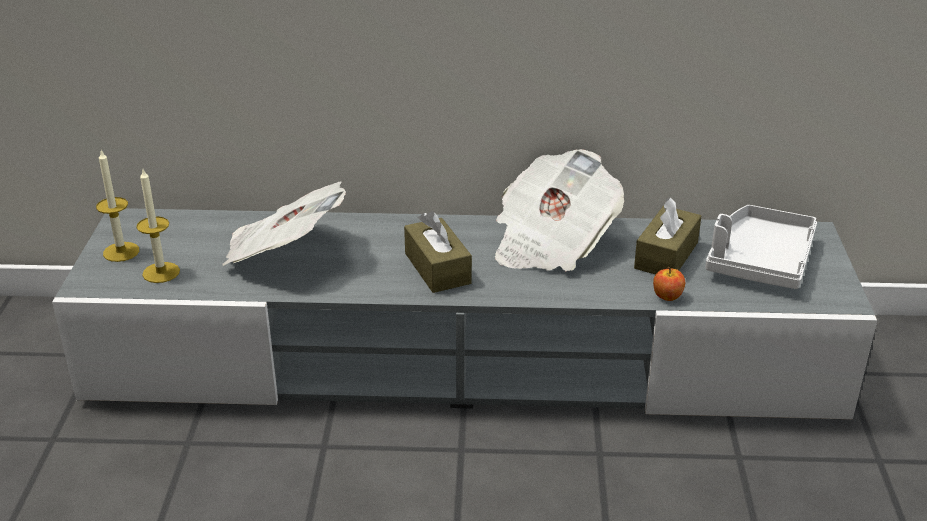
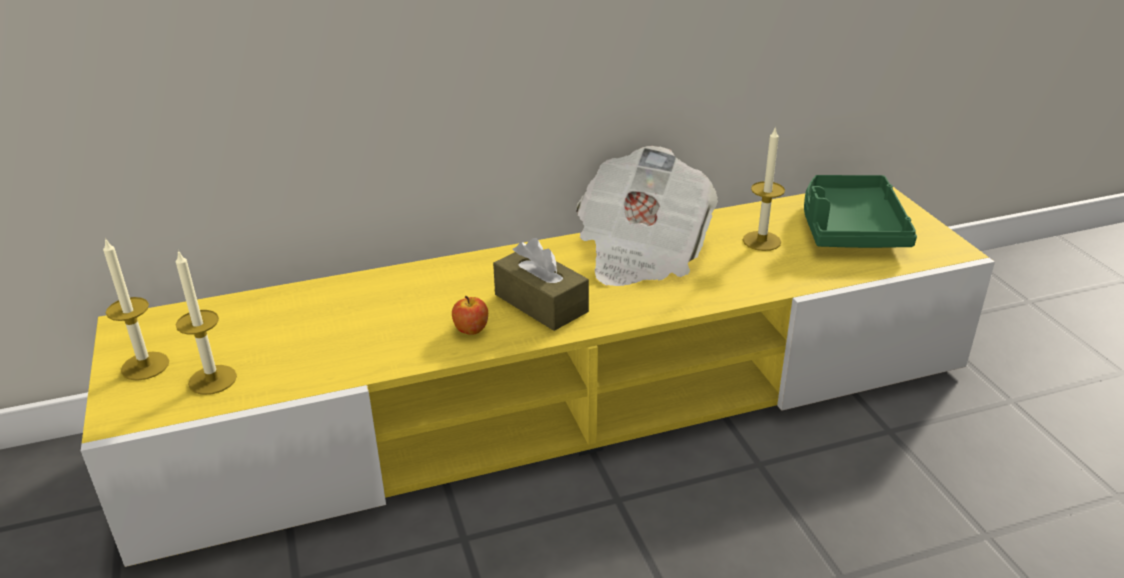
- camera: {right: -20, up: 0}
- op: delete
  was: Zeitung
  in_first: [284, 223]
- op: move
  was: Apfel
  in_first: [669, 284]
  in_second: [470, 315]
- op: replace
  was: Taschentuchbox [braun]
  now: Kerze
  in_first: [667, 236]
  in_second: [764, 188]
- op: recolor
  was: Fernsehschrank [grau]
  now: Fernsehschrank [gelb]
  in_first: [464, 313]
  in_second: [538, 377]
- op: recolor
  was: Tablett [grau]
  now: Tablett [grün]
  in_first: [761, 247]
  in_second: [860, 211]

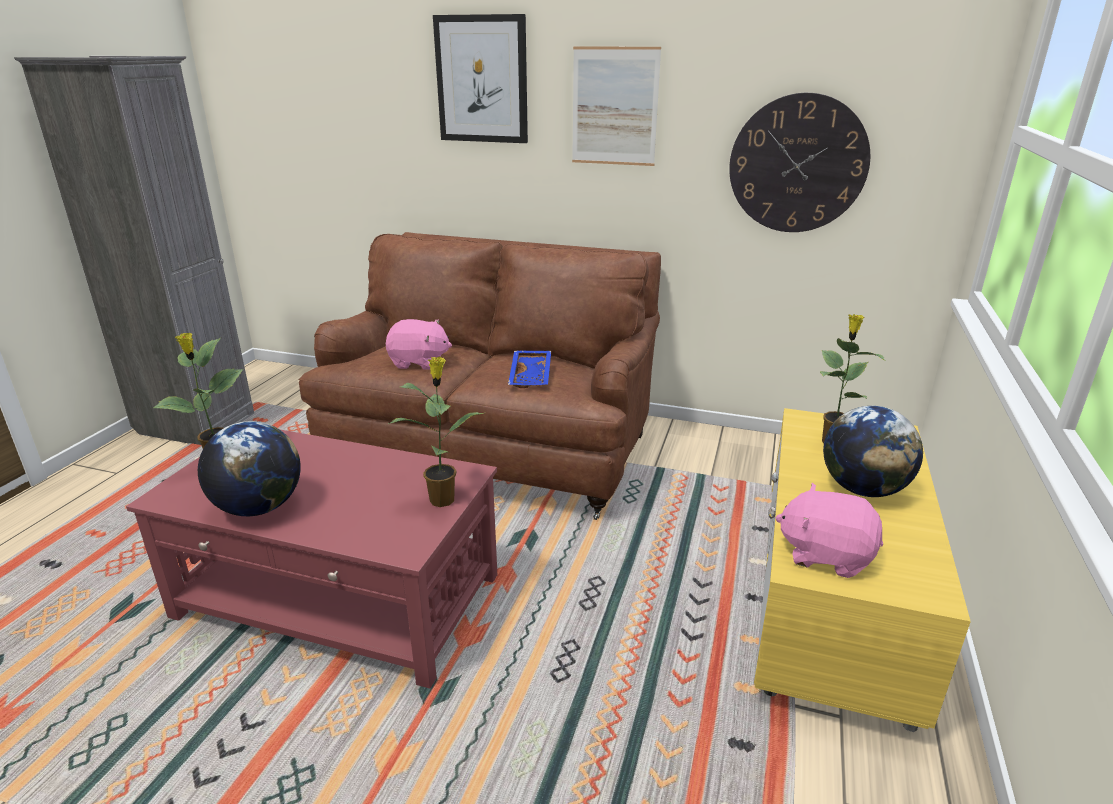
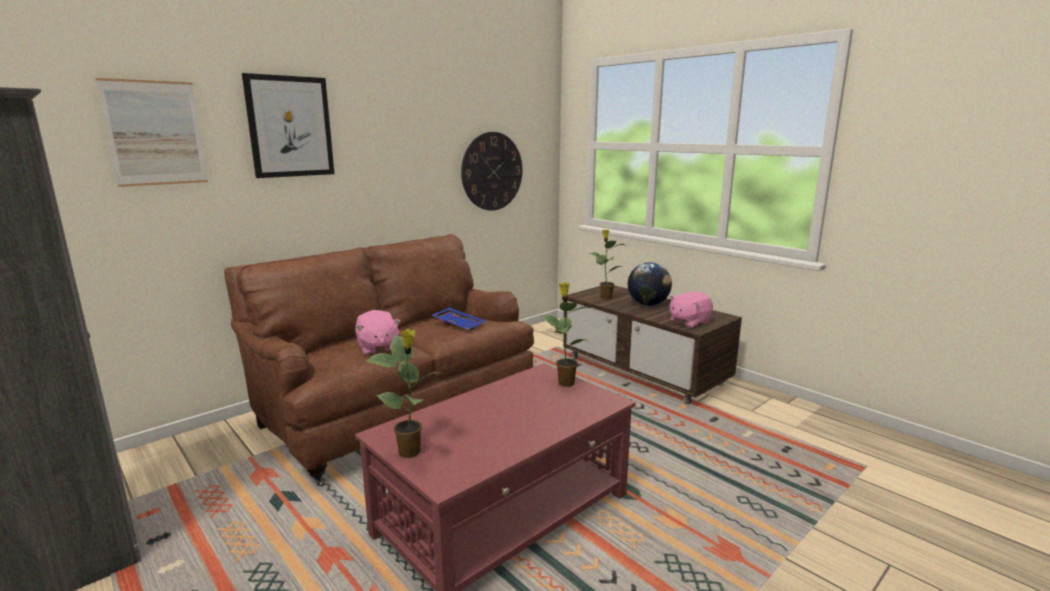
- camera: {right: -60, up: -10}
- op: delete
  was: Globus
  in_first: [249, 468]
- op: move
  was: Bild
  in_first: [616, 106]
  in_second: [152, 132]
- op: recolor
  was: Fernsehschrank [gelb]
  now: Fernsehschrank [braun]
  in_first: [862, 570]
  in_second: [652, 344]
- op: rotate
  was: Plüschtier [rosa]
  in_first: [419, 344]
  in_second: [378, 333]
  clockwise: 120

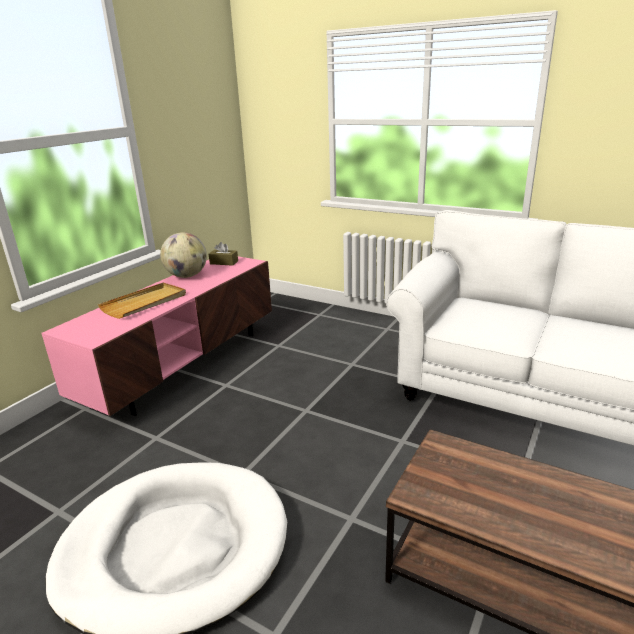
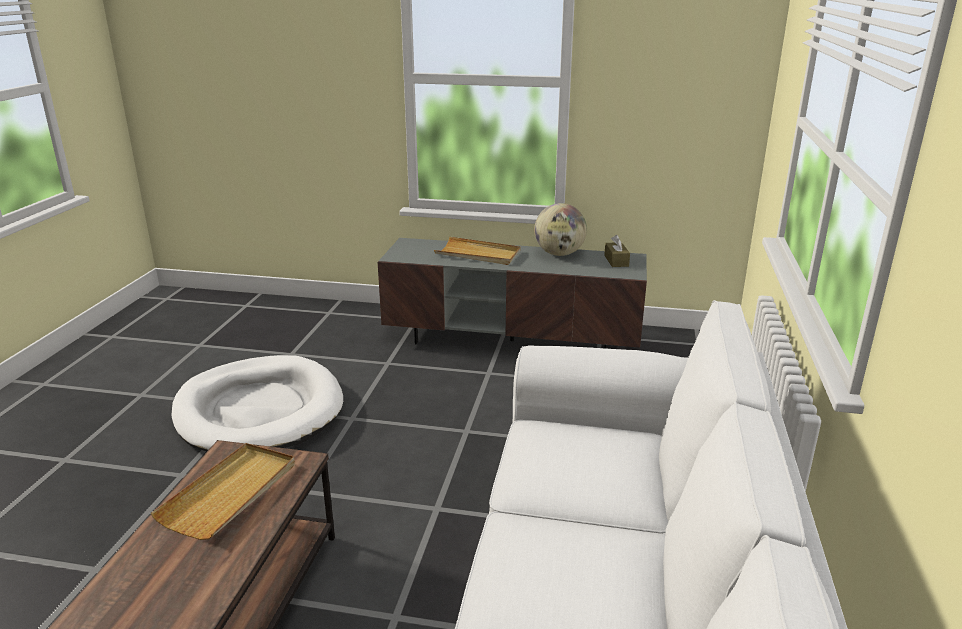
- camera: {right: 70, up: 0}
- op: insert
  now: Tablett [beige]
  in_second: [223, 491]
- op: recolor
  was: Fernsehschrank [rosa]
  now: Fernsehschrank [grau]
  in_first: [156, 336]
  in_second: [512, 293]

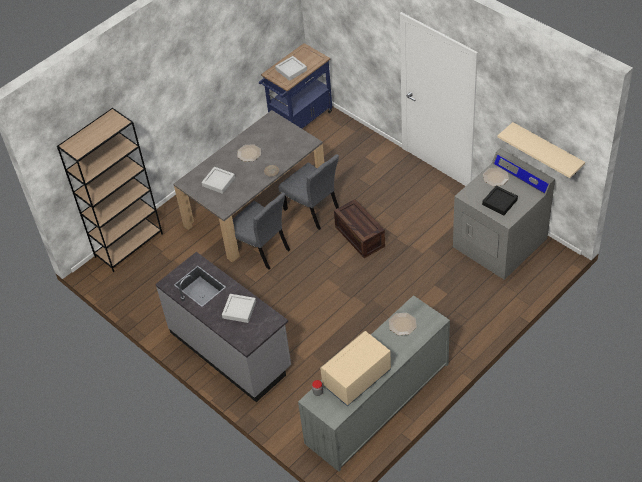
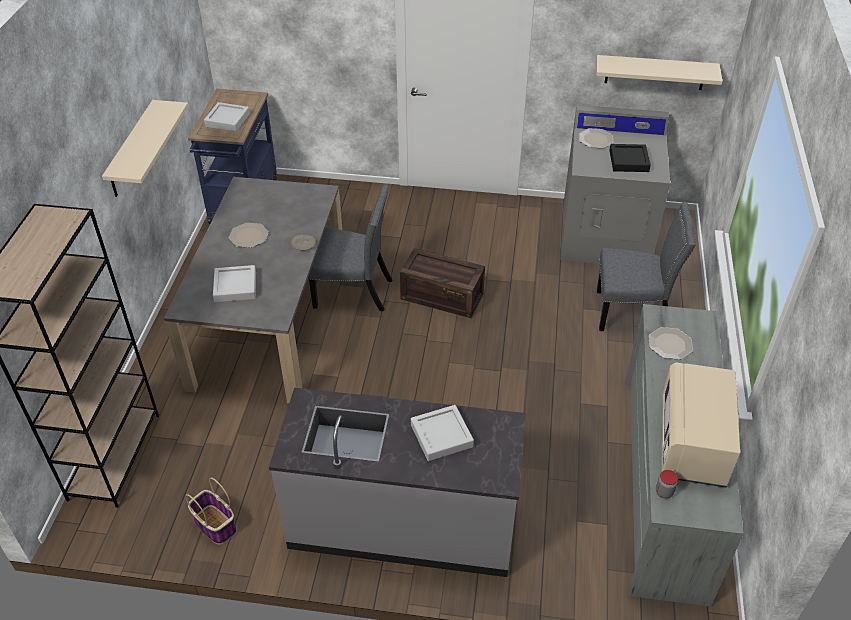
- camera: {right: -40, up: -5}
- op: insert
  now: Wandregal [beige]
  in_second: [145, 148]
- op: insert
  now: Korb
  in_second: [211, 511]
- op: move
  was: Stuhl [grau]
  in_first: [261, 230]
  in_second: [646, 266]

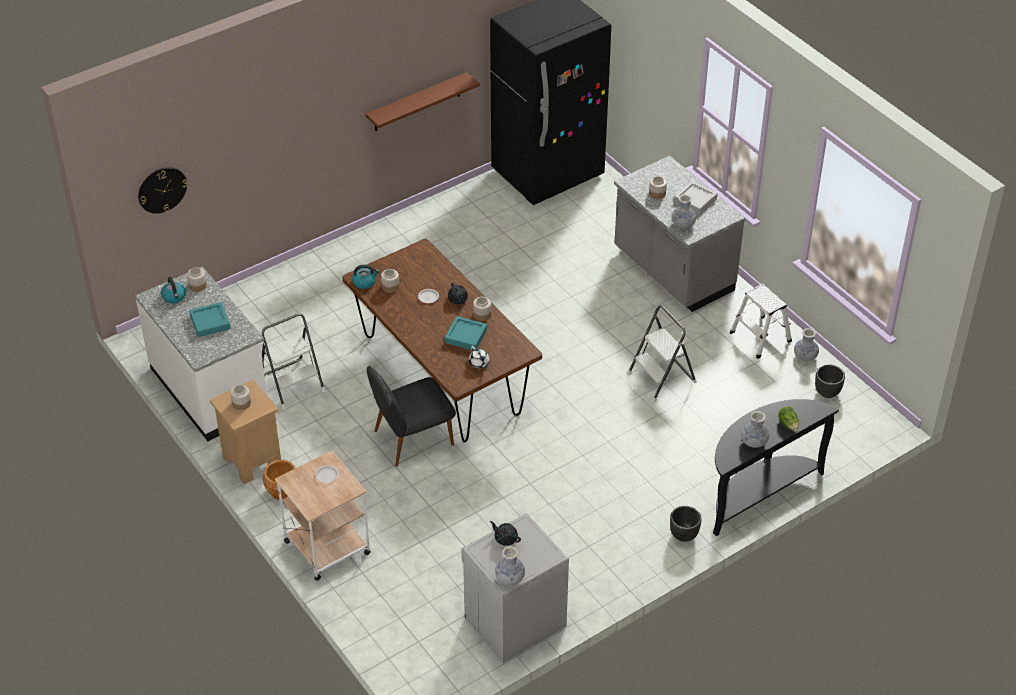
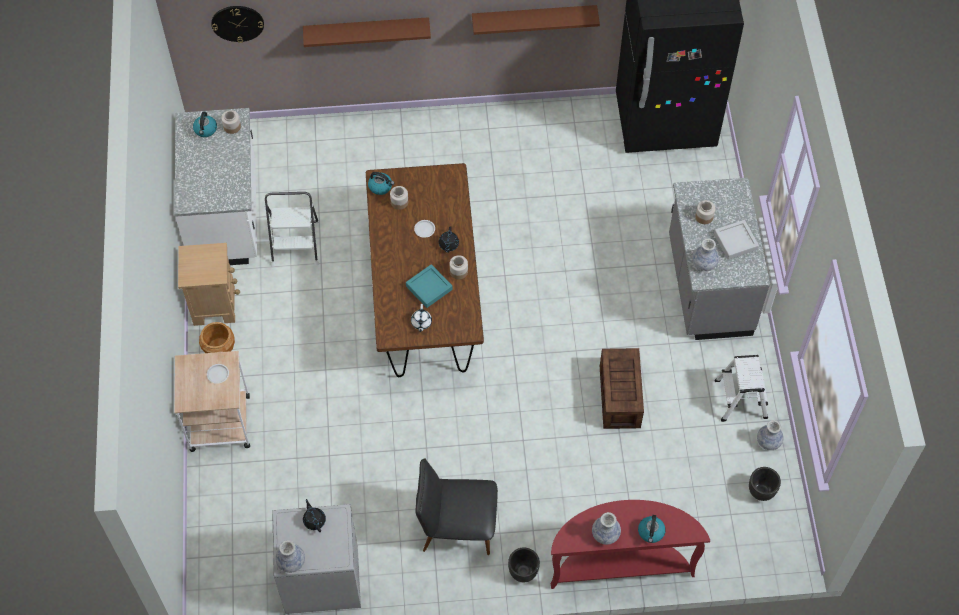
- camera: {right: 30, up: 15}
- op: delete
  was: Tablett [türkis]
  in_first: [210, 319]
- op: delete
  was: Vorratsglas
  in_first: [241, 397]
- op: insert
  now: Wandregal [braun]
  in_second: [367, 32]
- op: move
  was: Stuhl [schwarz]
  in_first: [411, 416]
  in_second: [456, 506]
- op: replace
  was: Trittleiter [weiß]
  now: Kiste
  in_first: [661, 354]
  in_second: [622, 388]
- op: replace
  was: Salatkopf
  now: Wasserkessel
  in_first: [788, 419]
  in_second: [652, 529]
- op: recolor
  was: Konsolentisch [schwarz]
  now: Konsolentisch [rot]
  in_first: [776, 467]
  in_second: [630, 544]

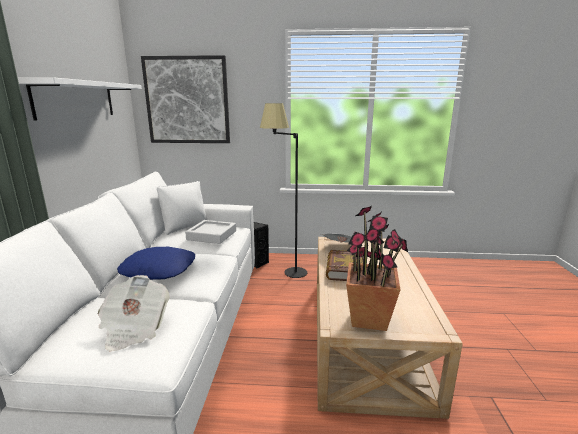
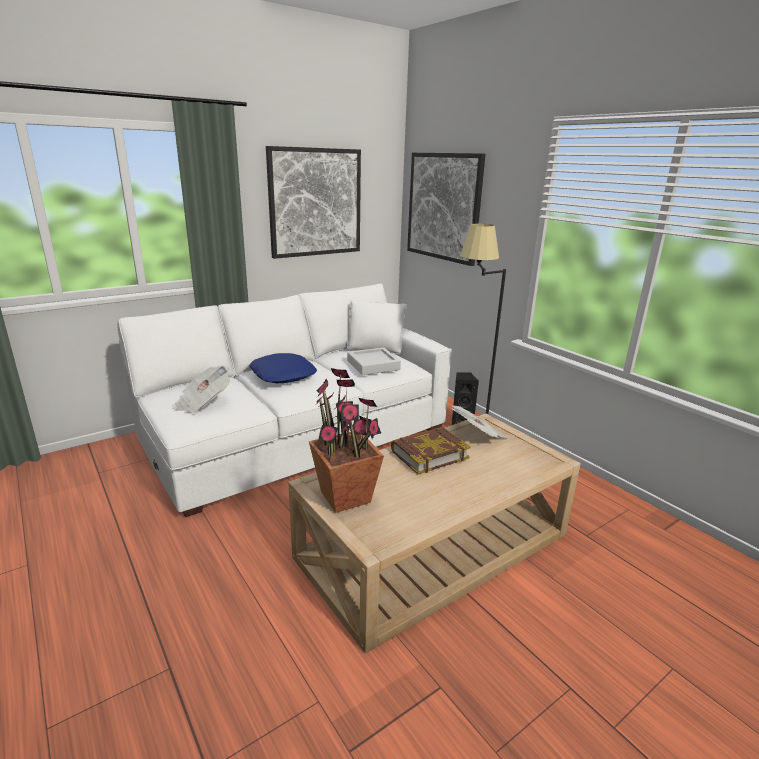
- camera: {right: 50, up: 5}
- op: replace
  was: Wandregal [weiß]
  now: Bild
  in_first: [80, 99]
  in_second: [313, 202]

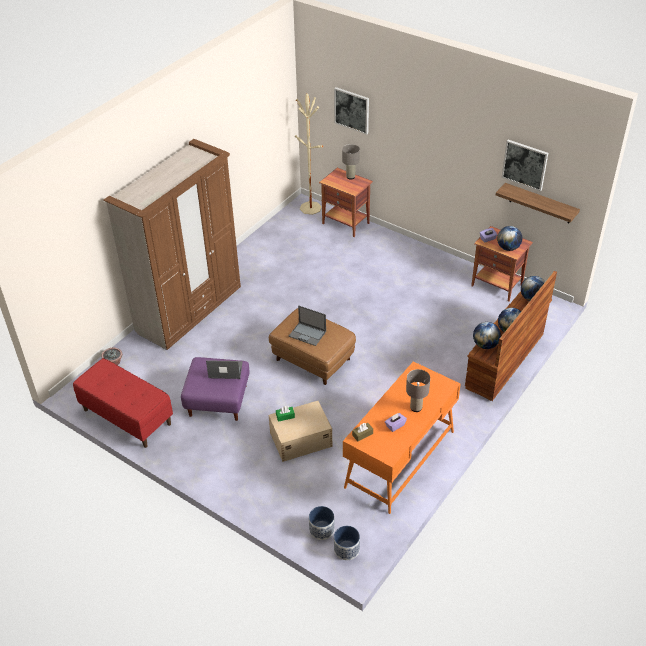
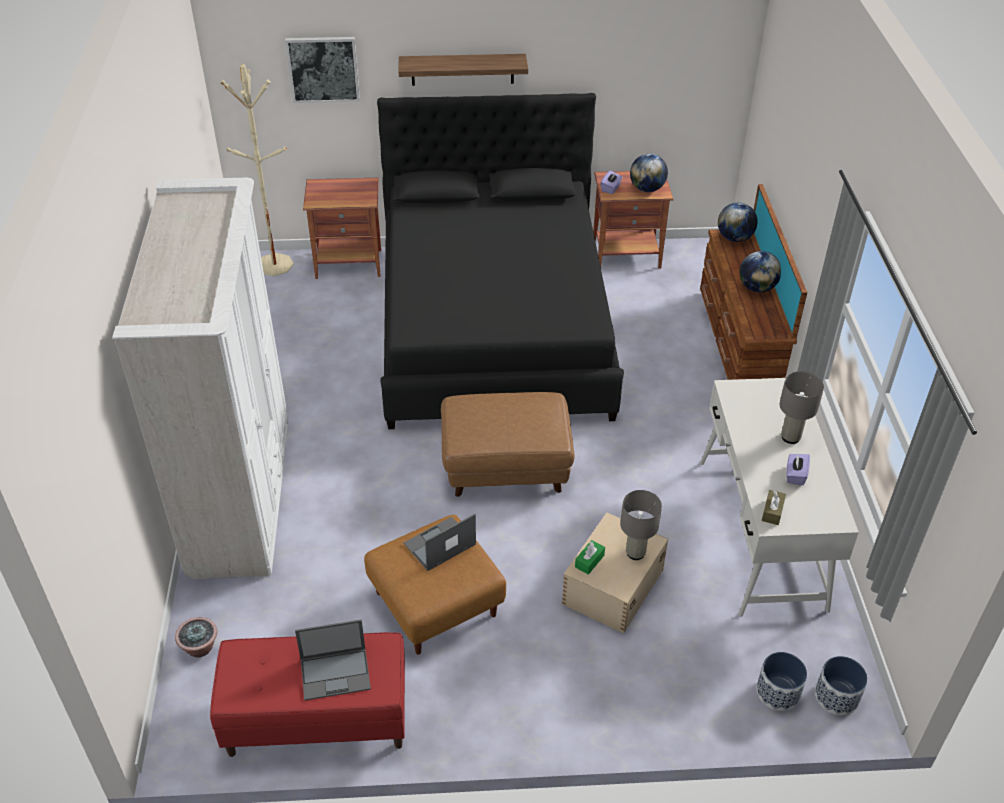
- camera: {right: -40, up: 0}
- op: delete
  was: Globus
  in_first: [487, 335]
- op: delete
  was: Bild
  in_first: [525, 165]
- op: insert
  now: Bett [schwarz]
  in_second: [500, 261]
- op: move
  was: Laptop
  in_first: [307, 325]
  in_second: [333, 660]
- op: move
  was: Tischlampe [grau]
  in_first: [351, 162]
  in_second: [641, 525]
- op: move
  was: Wandregal
  in_first: [538, 203]
  in_second: [463, 70]
- op: recolor
  was: Kleiderschrank [braun]
  now: Kleiderschrank [weiß]
  in_first: [172, 244]
  in_second: [200, 378]
- op: recolor
  was: Polsterhocker [lila]
  now: Polsterhocker [braun]
  in_first: [215, 389]
  in_second: [435, 585]
- op: recolor
  was: Schreibtisch [orange]
  now: Schreibtisch [weiß]
  in_first: [402, 437]
  in_second: [779, 497]

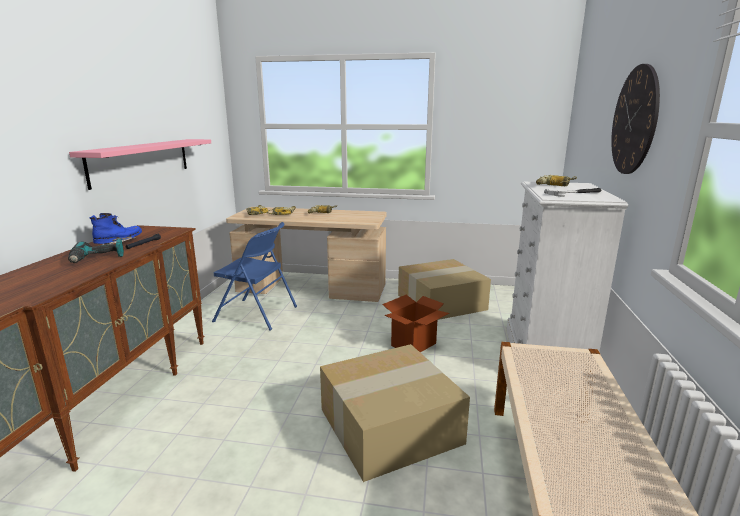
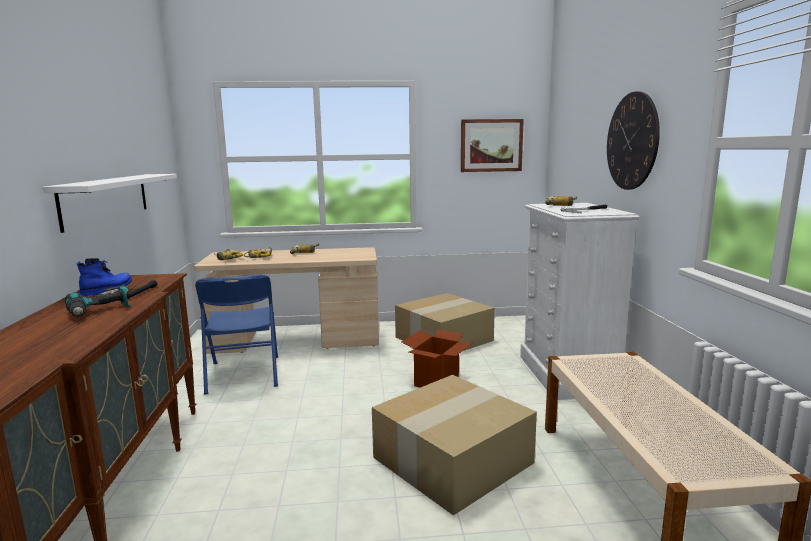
- camera: {right: -15, up: -5}
- op: insert
  now: Bild
  in_second: [492, 145]
- op: recolor
  was: Wandregal [rosa]
  now: Wandregal [weiß]
  in_first: [140, 164]
  in_second: [110, 203]
- op: rotate
  was: Stuhl [blau]
  in_first: [254, 276]
  in_second: [236, 334]
  clockwise: 75

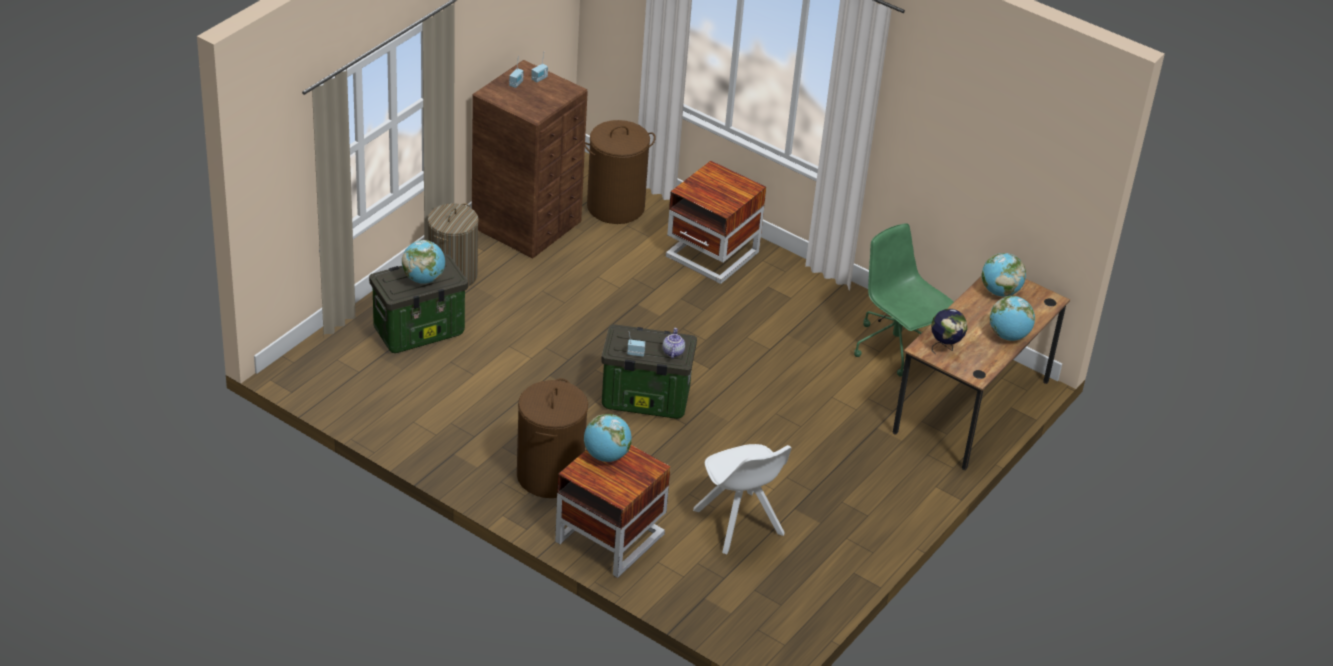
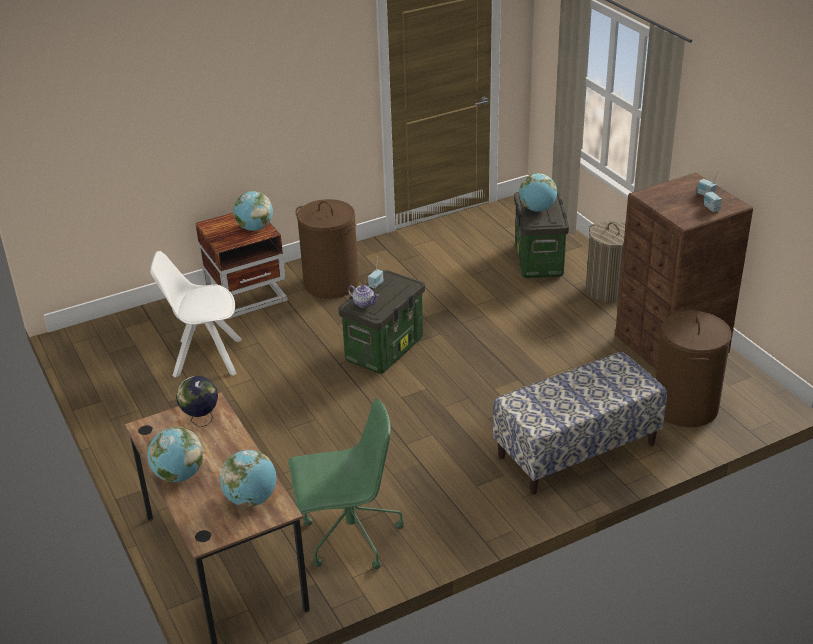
- camera: {right: 120, up: -5}
- op: replace
  was: Nachttisch
  now: Bank
  in_first: [716, 222]
  in_second: [580, 423]

